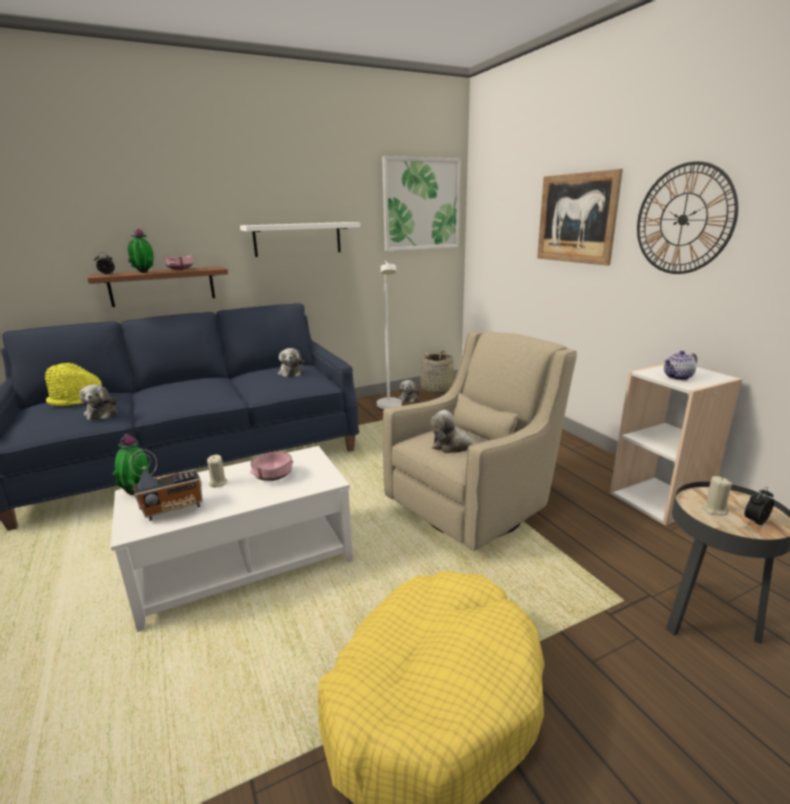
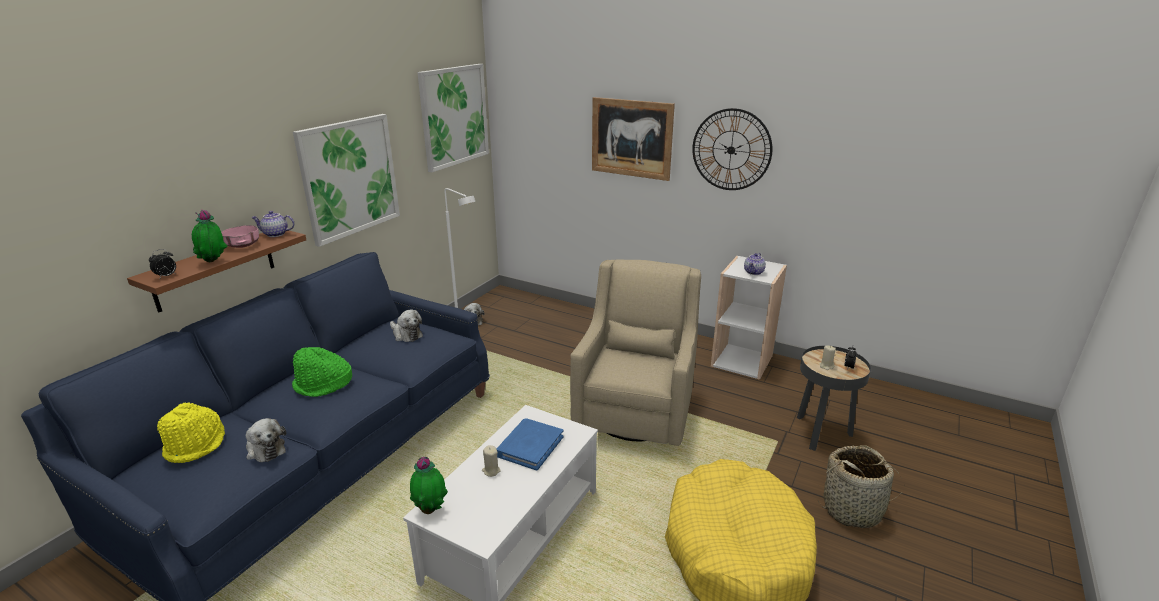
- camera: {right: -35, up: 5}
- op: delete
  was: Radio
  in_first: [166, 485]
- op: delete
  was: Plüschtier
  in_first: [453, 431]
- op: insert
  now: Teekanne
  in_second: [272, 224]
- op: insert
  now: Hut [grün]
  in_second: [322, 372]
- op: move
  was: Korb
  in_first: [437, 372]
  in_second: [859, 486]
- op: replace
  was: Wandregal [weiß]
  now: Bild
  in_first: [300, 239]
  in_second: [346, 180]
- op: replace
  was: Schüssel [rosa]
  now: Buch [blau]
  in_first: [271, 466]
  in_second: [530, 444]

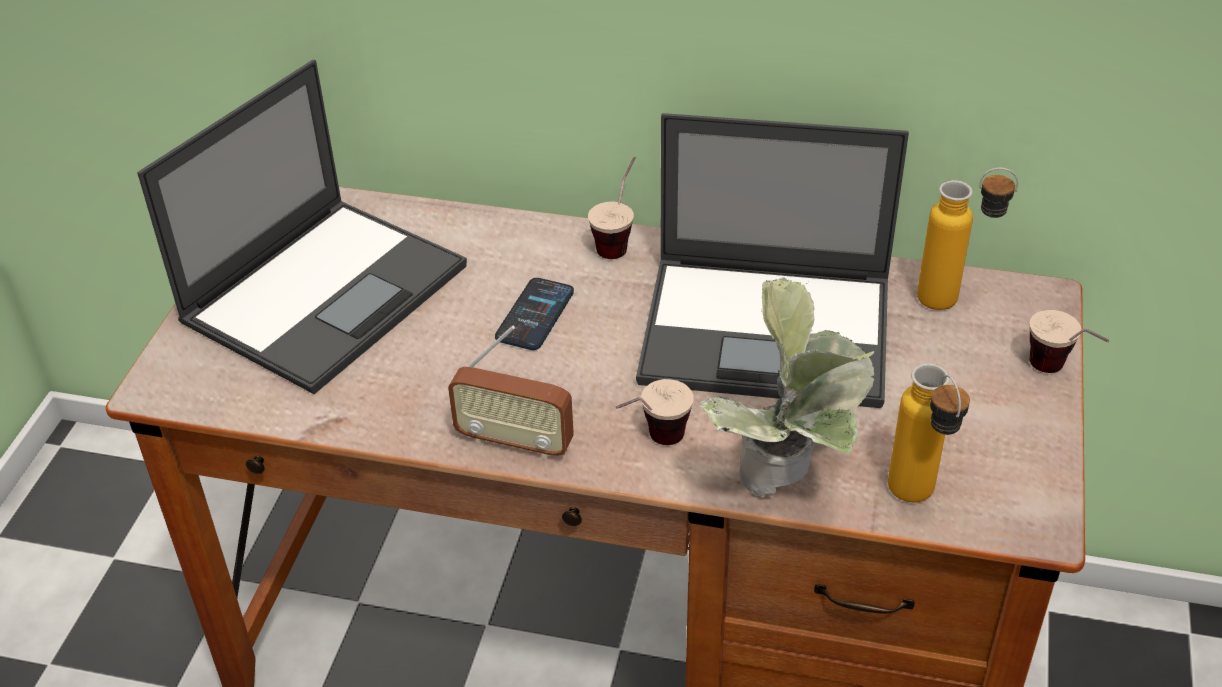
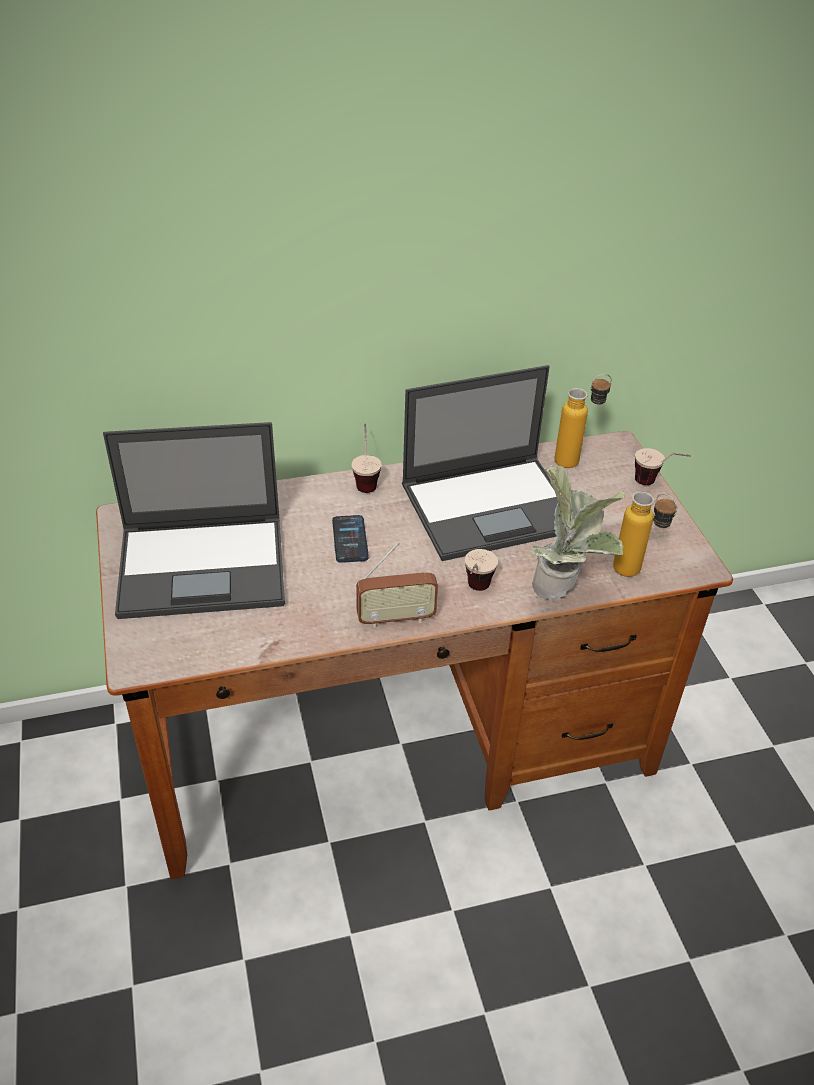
- camera: {right: -30, up: 0}
- op: rotate
  was: Laptop
  in_first: [302, 227]
  in_second: [194, 520]
  clockwise: 75

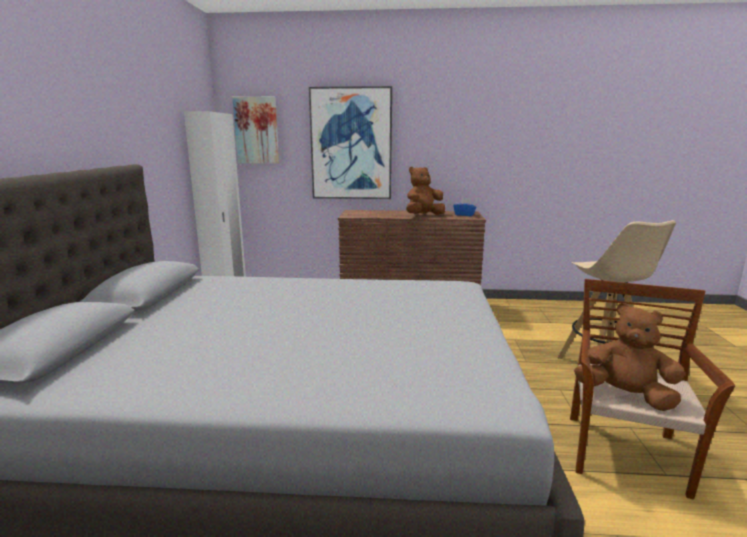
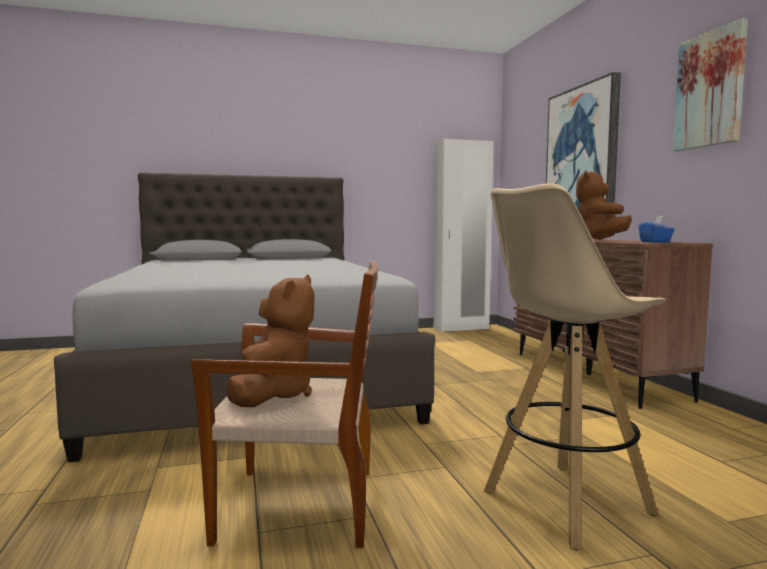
- camera: {right: 70, up: -10}
- op: move
  was: Bild
  in_first: [256, 130]
  in_second: [710, 84]
- op: rotate
  was: Plüschtier [braun]
  in_first: [425, 191]
  in_second: [603, 205]
  clockwise: -120

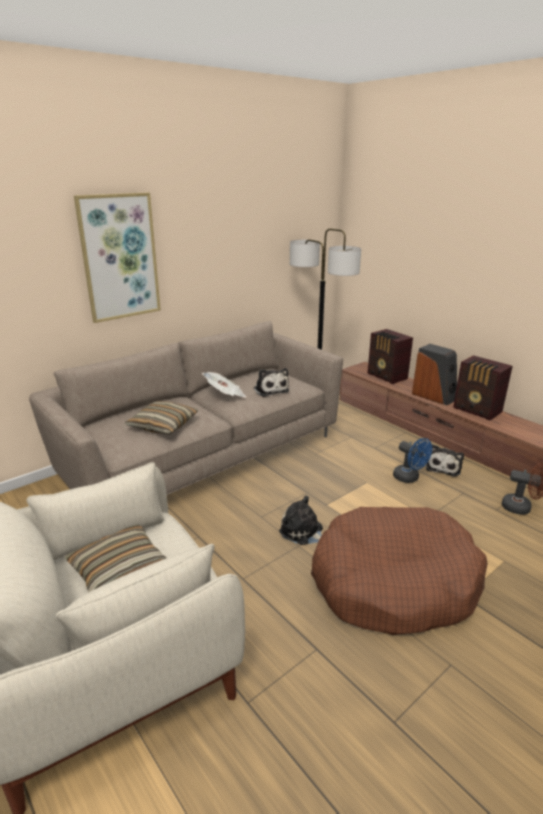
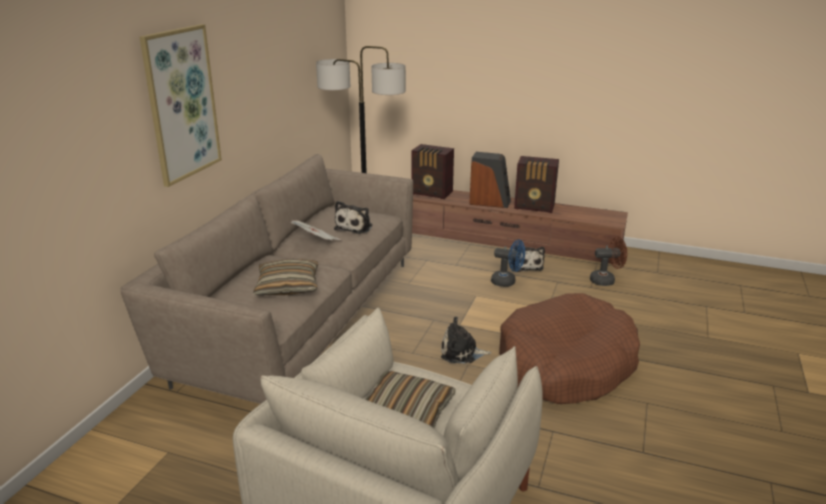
- camera: {right: -30, up: 0}
- op: rotate
  was: Plüschtier
  in_first: [271, 382]
  in_second: [353, 217]
  clockwise: 75

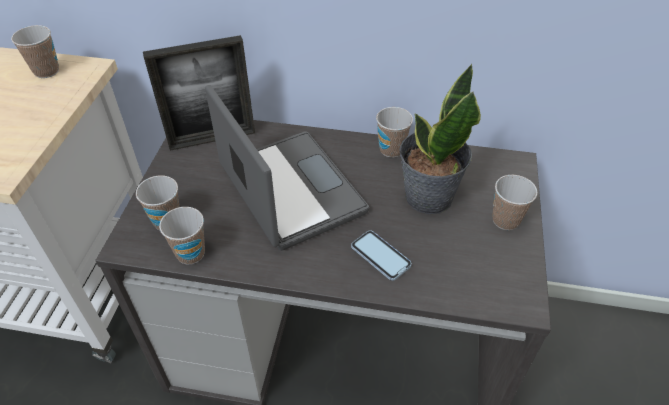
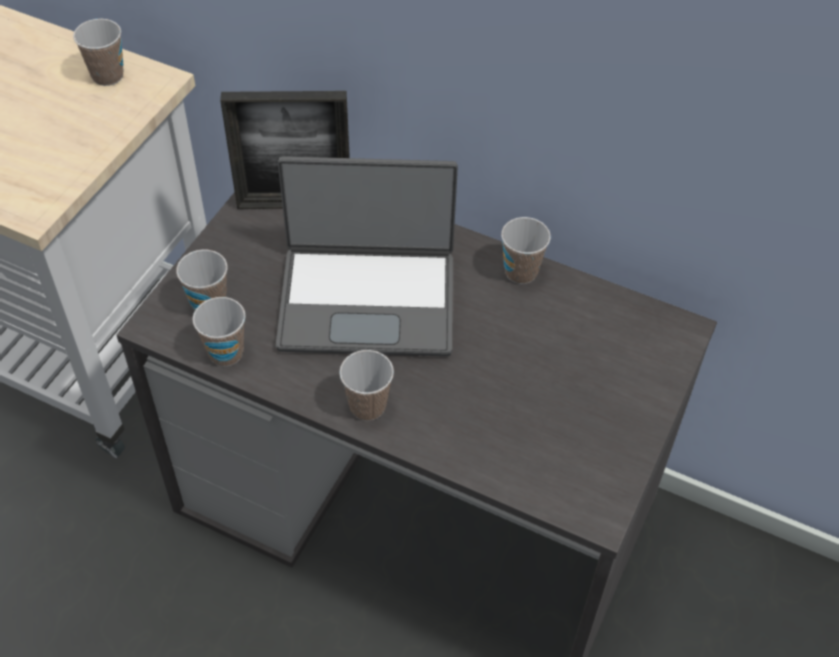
- camera: {right: 15, up: 5}
- op: delete
  was: Handy
  in_first: [381, 255]
- op: delete
  was: Topfpflanze
  in_first: [440, 138]
- op: move
  was: Tasse
  in_first: [515, 202]
  in_second: [366, 385]
- op: rotate
  was: Laptop
  in_first: [287, 168]
  in_second: [367, 256]
  clockwise: 105

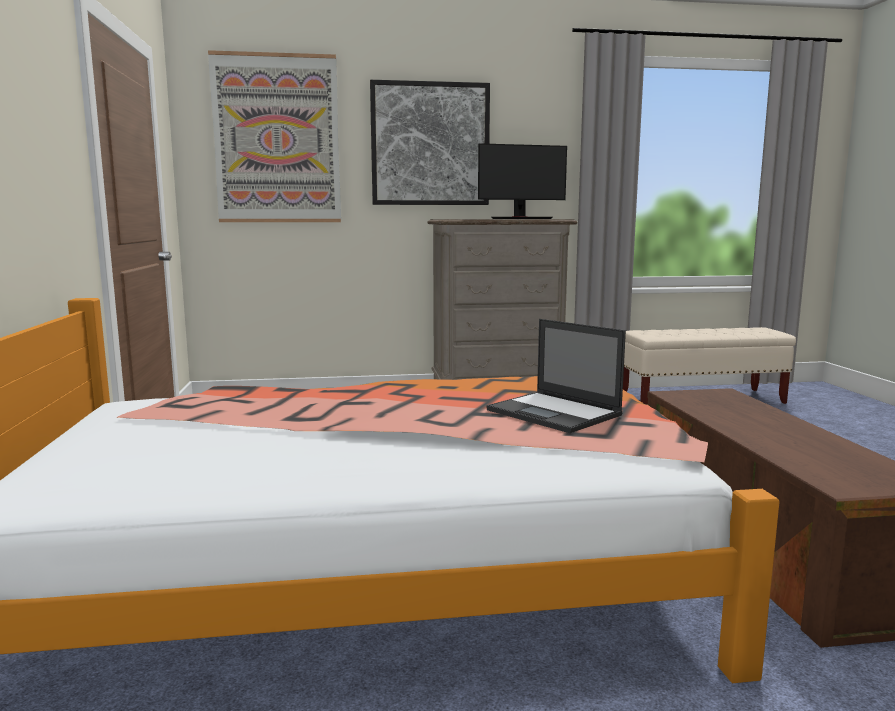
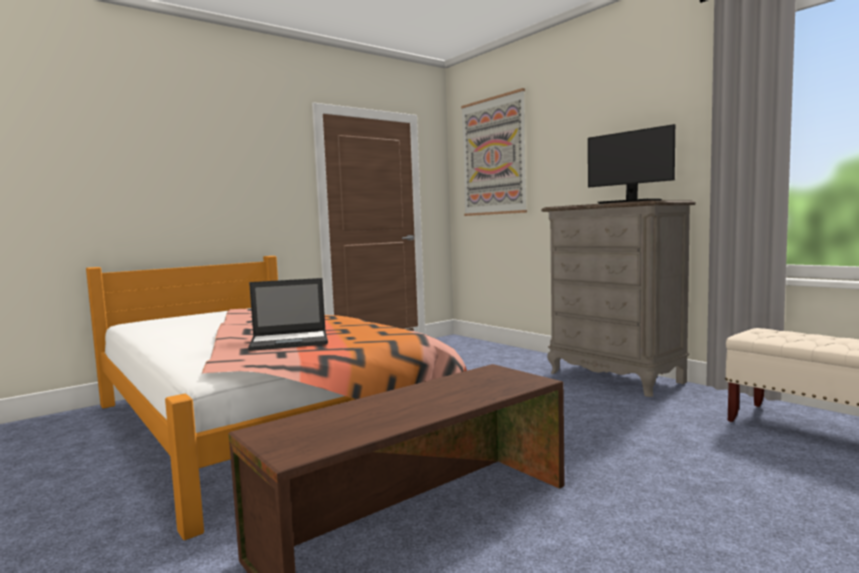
- camera: {right: 60, up: -5}
- op: delete
  was: Bild
  in_first: [430, 142]
- op: rotate
  was: Laptop
  in_first: [556, 376]
  in_second: [288, 314]
  clockwise: -120

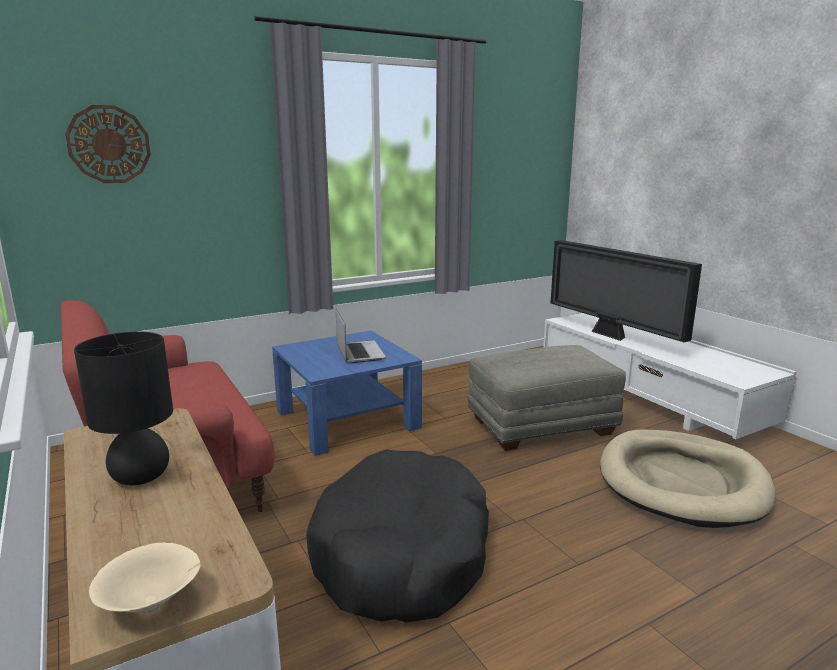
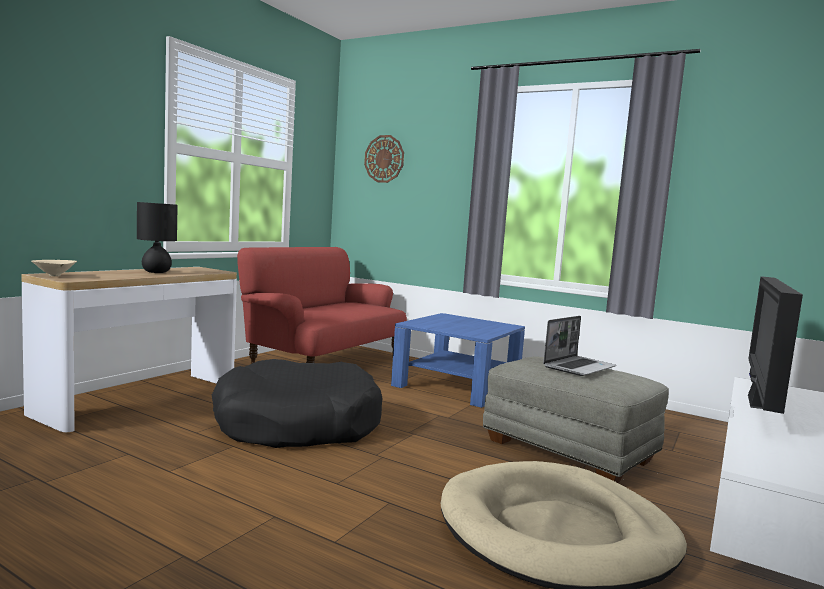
- camera: {right: 60, up: -10}
- op: move
  was: Laptop
  in_first: [361, 336]
  in_second: [579, 346]

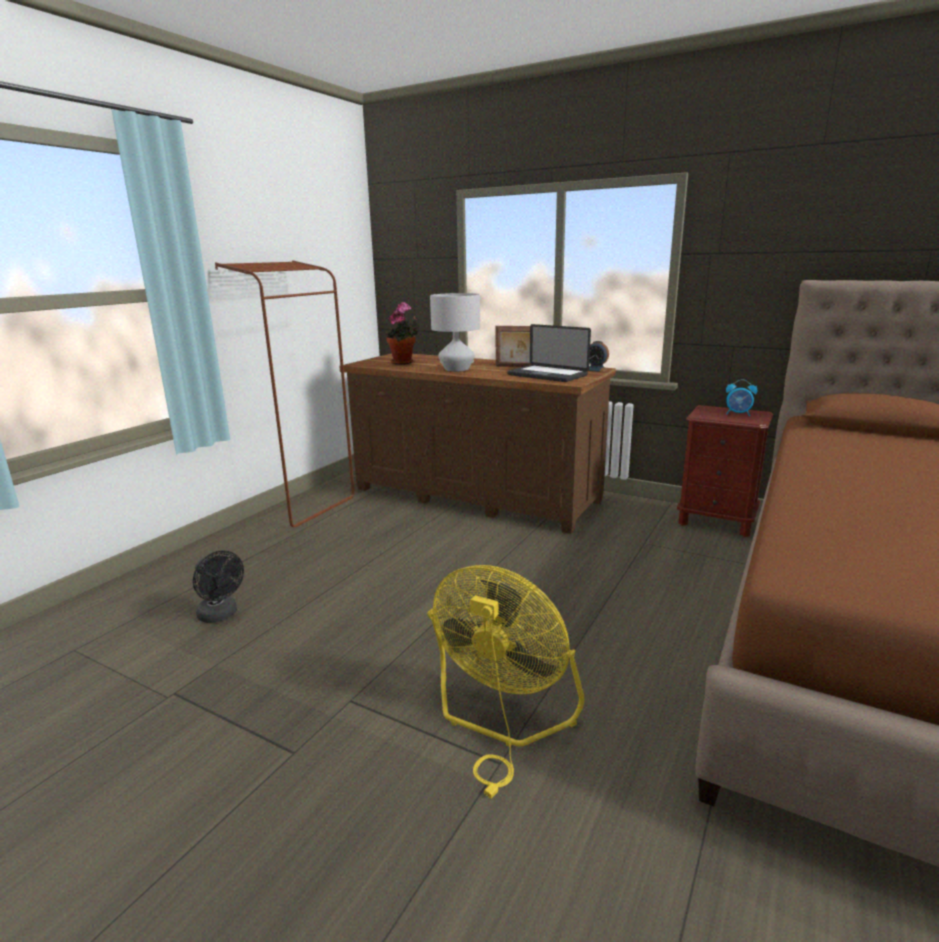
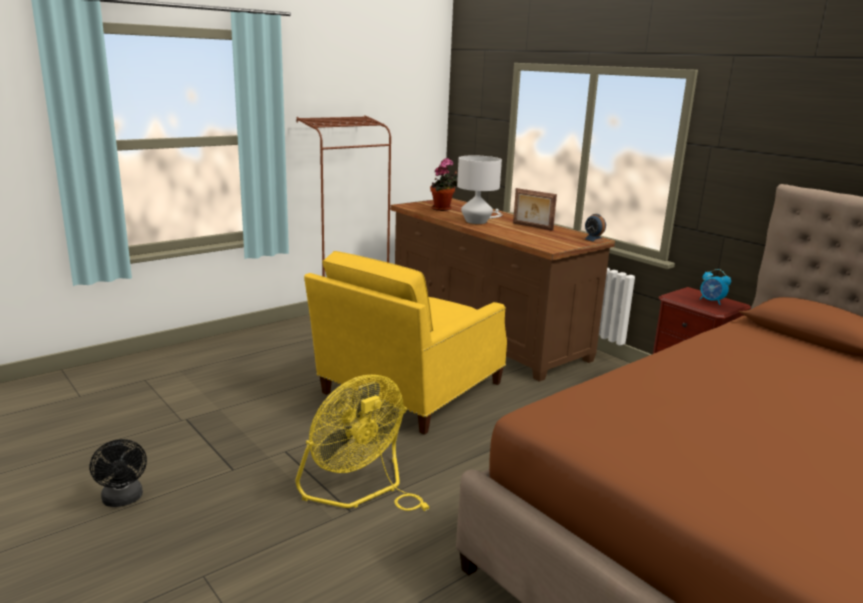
- camera: {right: 20, up: 0}
- op: delete
  was: Laptop
  in_first: [549, 353]
- op: insert
  now: Sessel [gelb]
  in_second: [405, 343]
- op: move
  was: Ventilator [schwarz]
  in_first: [218, 586]
  in_second: [118, 473]
- op: rotate
  was: Ventilator [gelb]
  in_first: [506, 682]
  in_second: [362, 443]
  clockwise: -90

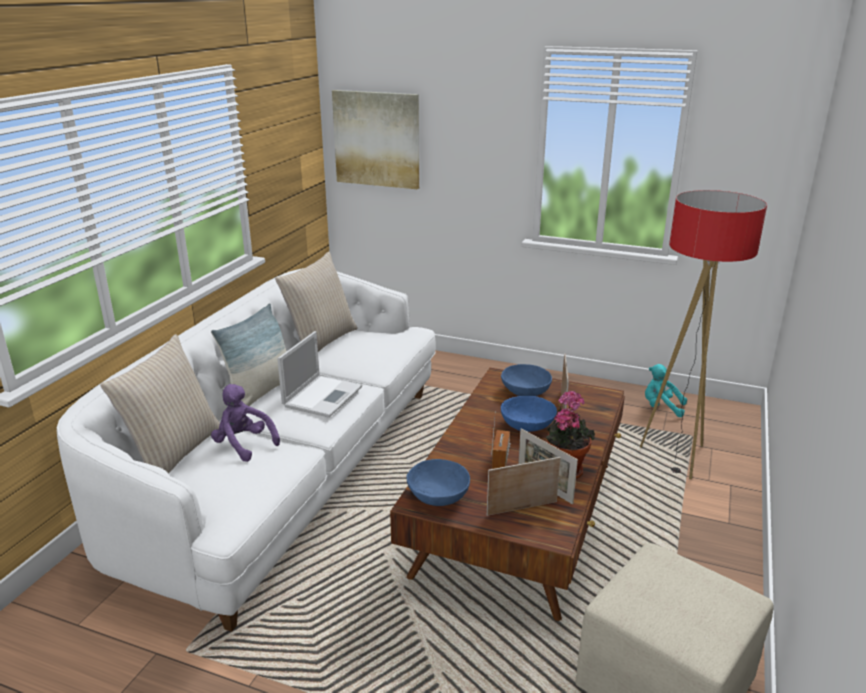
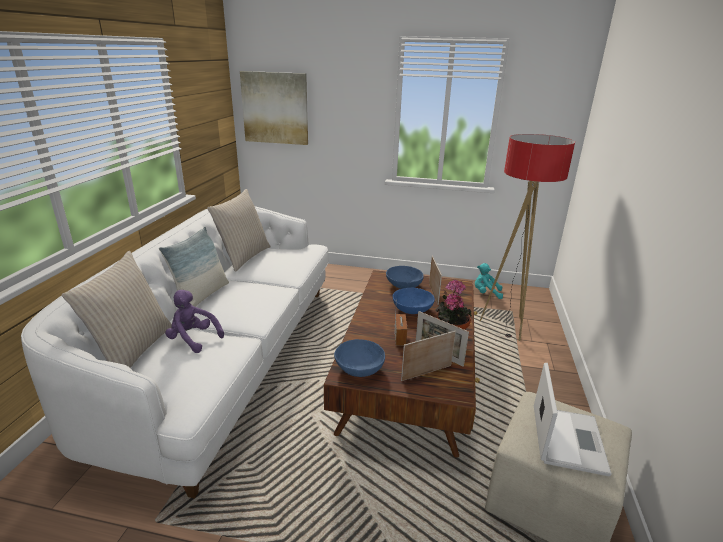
- camera: {right: -10, up: 0}
- op: move
  was: Laptop
  in_first: [319, 374]
  in_second: [573, 420]

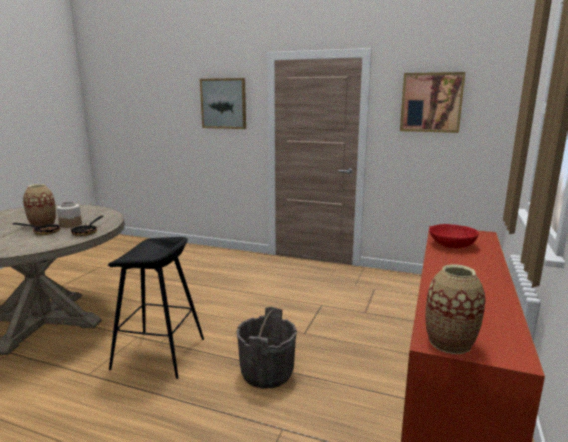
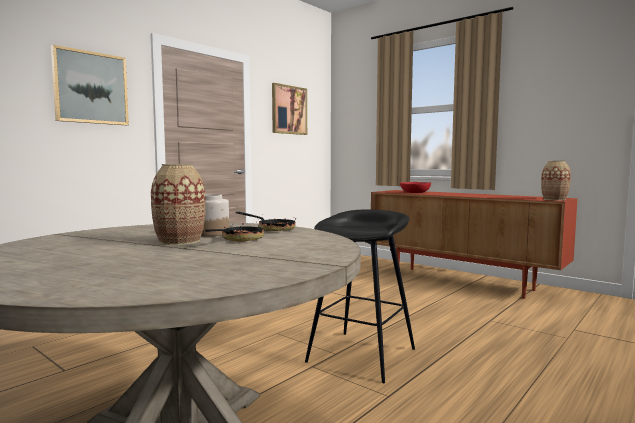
- camera: {right: -70, up: -10}
- op: delete
  was: Eimer [grau]
  in_first: [266, 348]

